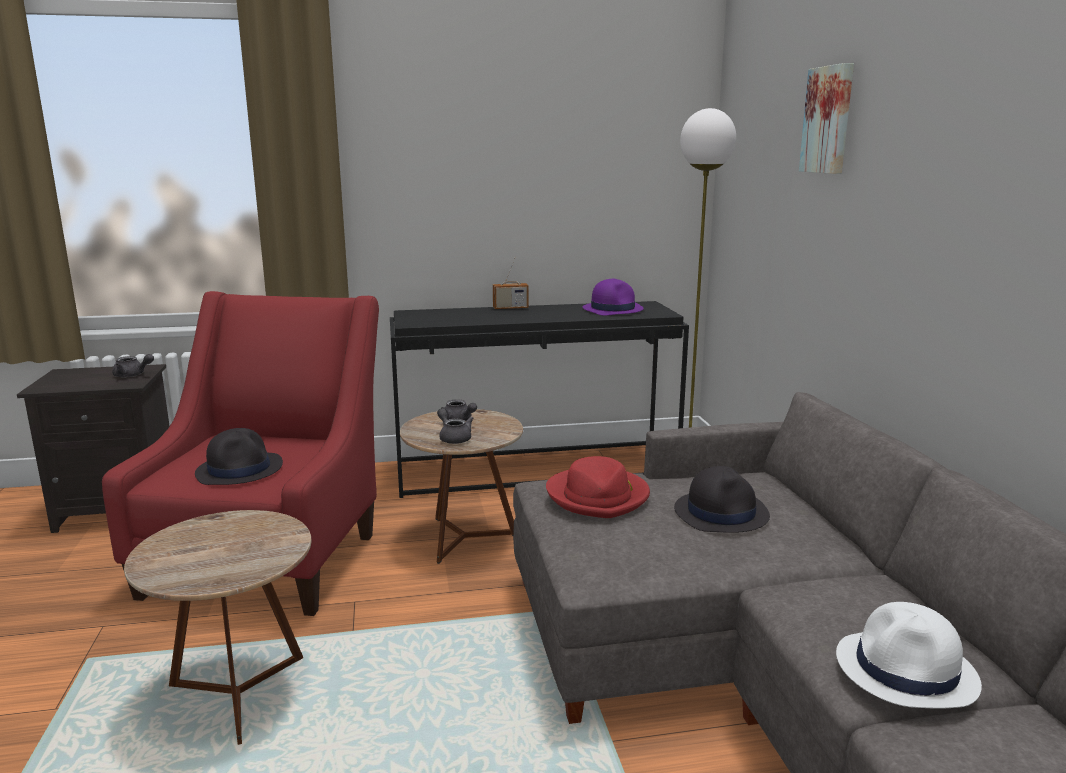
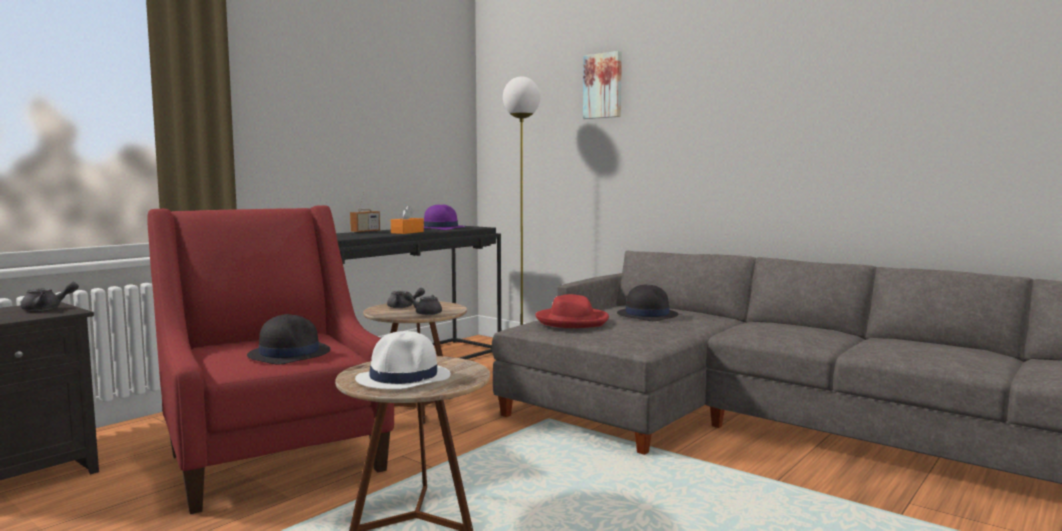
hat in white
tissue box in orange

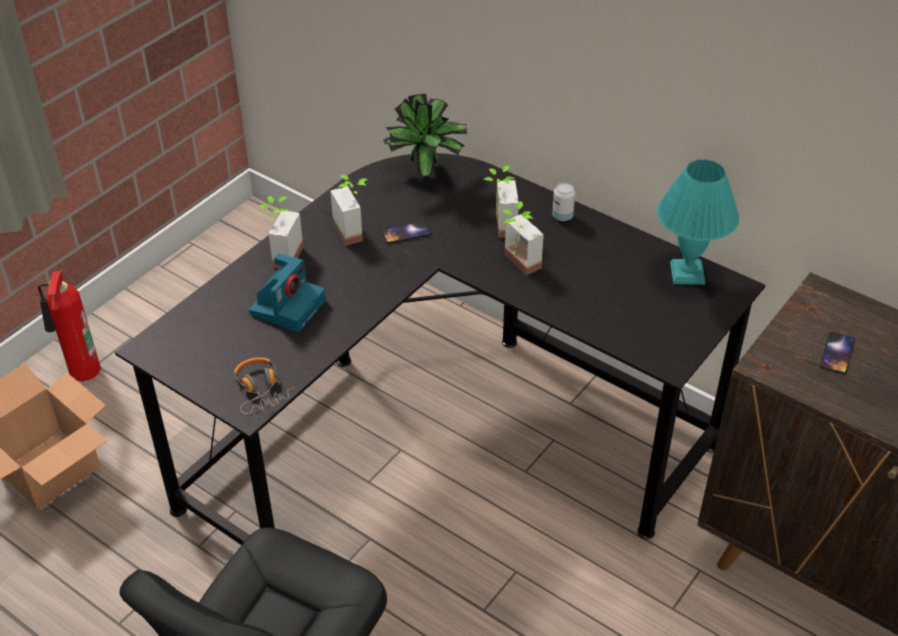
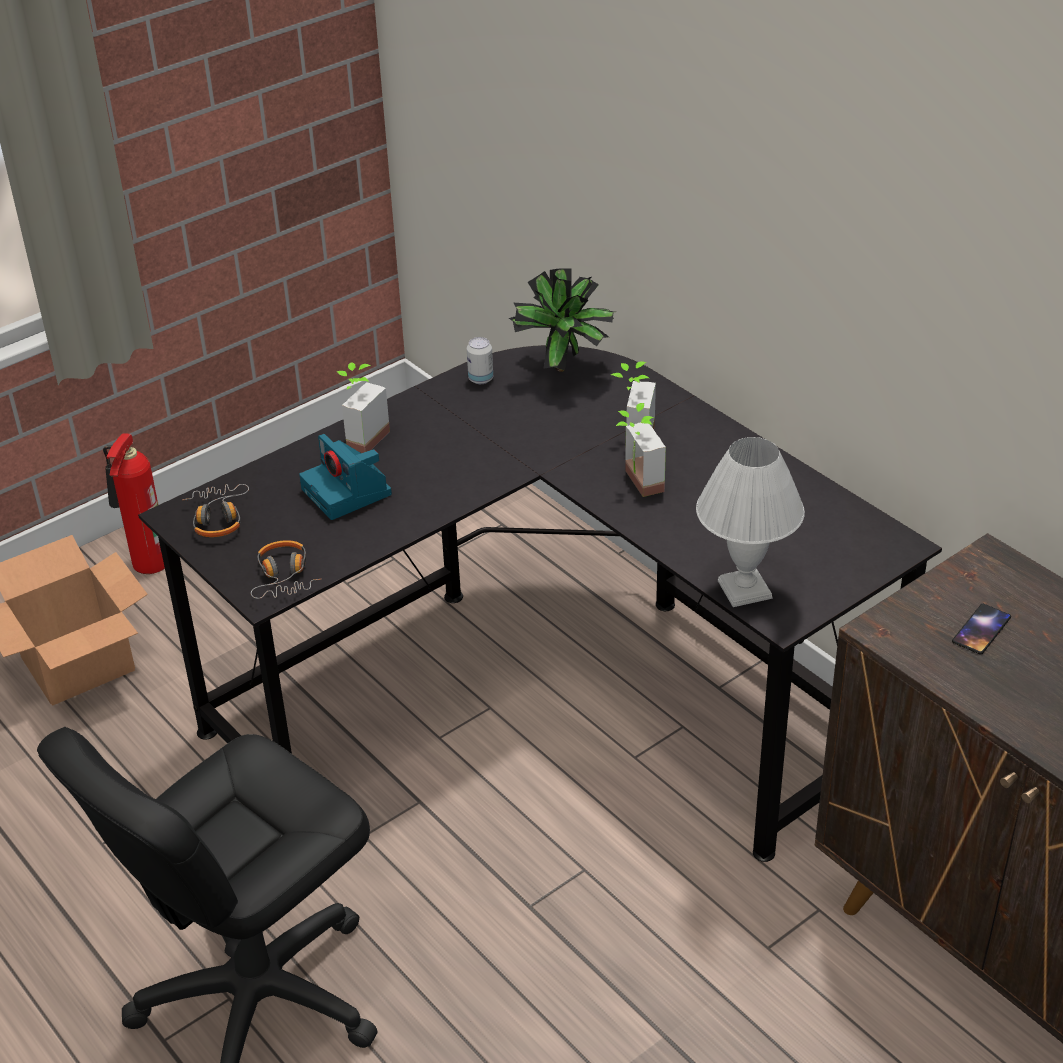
headphones (1st from left)
photo camera
can
table lamp in white
potted plant (2nd from left in the first image)
phone (1st from left in the first image)
table lamp in turquoise

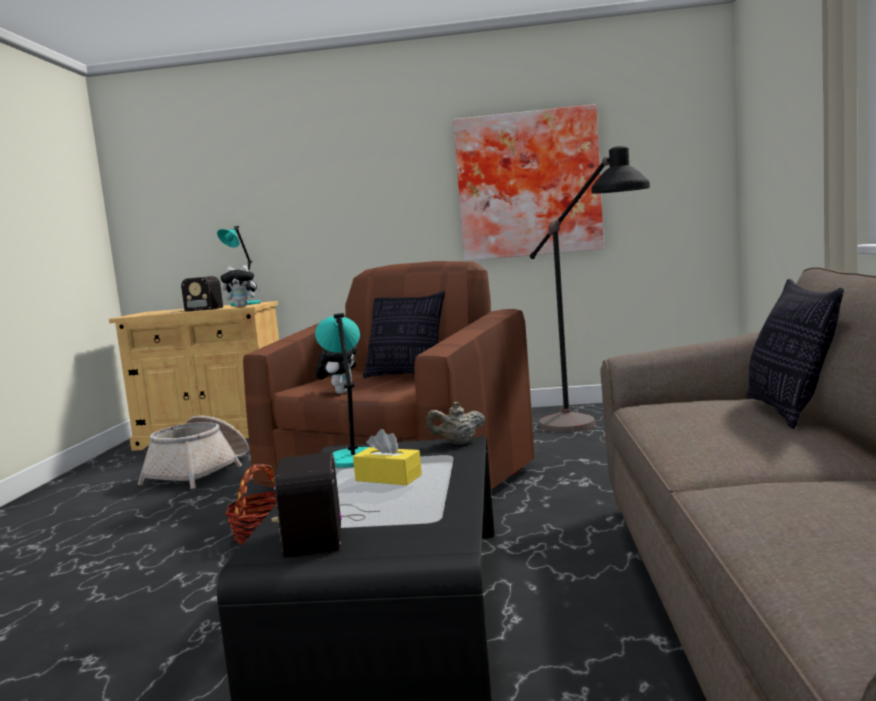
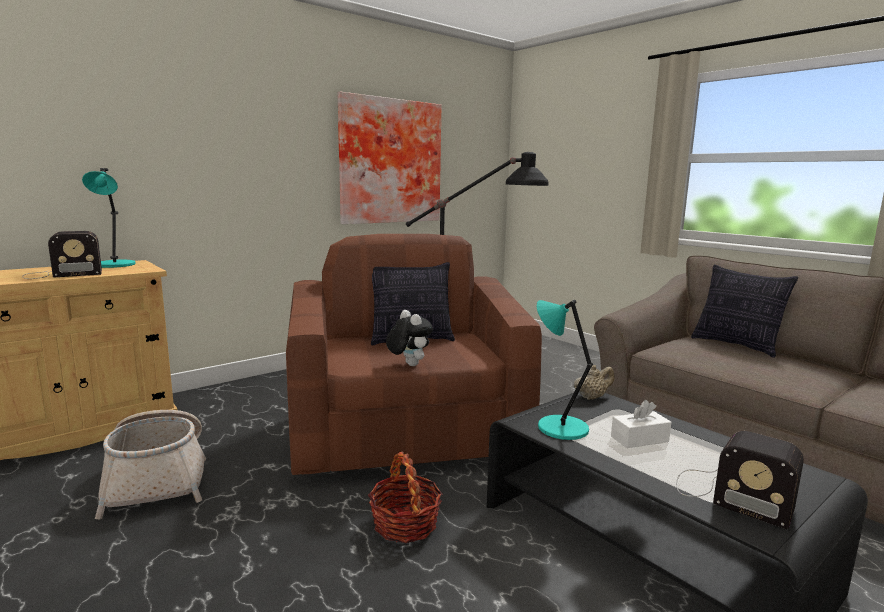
teapot in beige
tissue box in white
plush toy (1st from left in the first image)

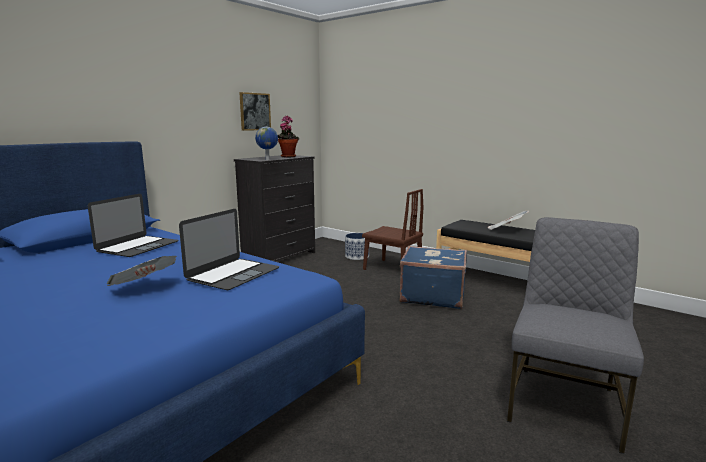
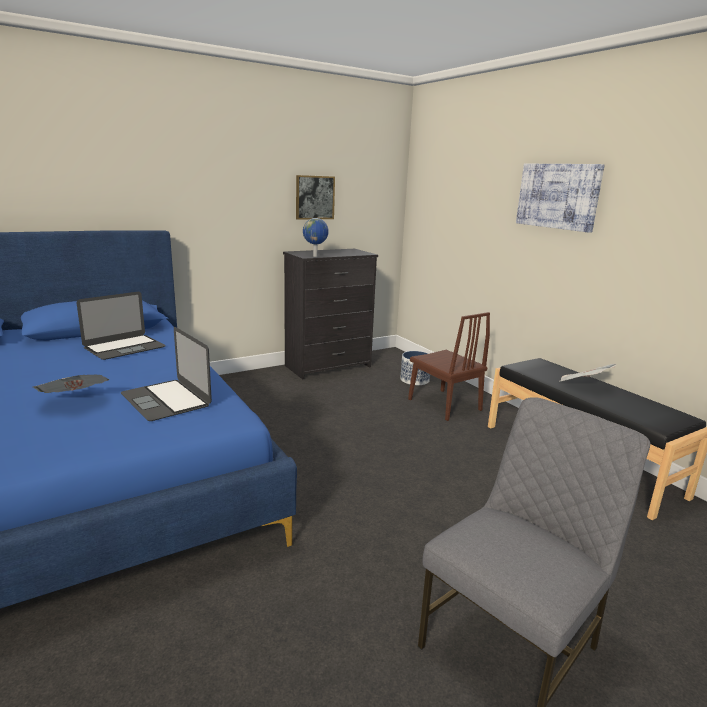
laptop (2nd from left)
picture (2nd from left)
potted plant
suitcase in blue

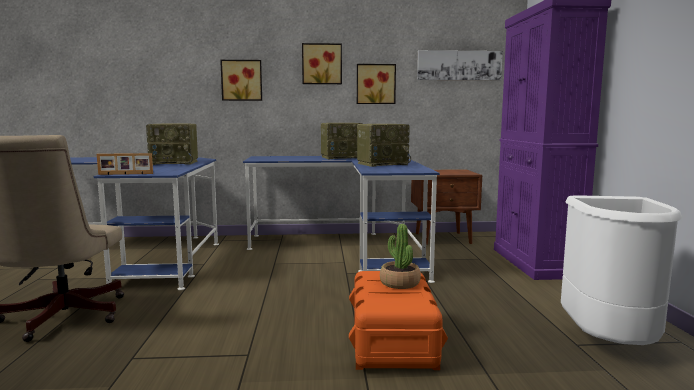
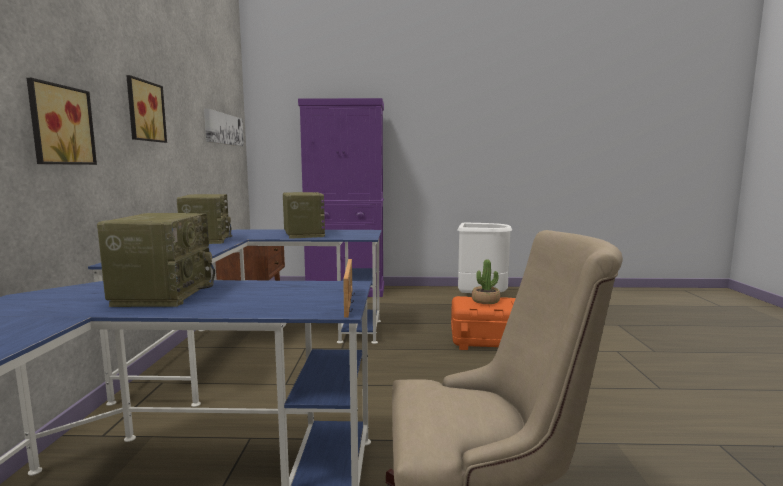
picture (3rd from left in the first image)

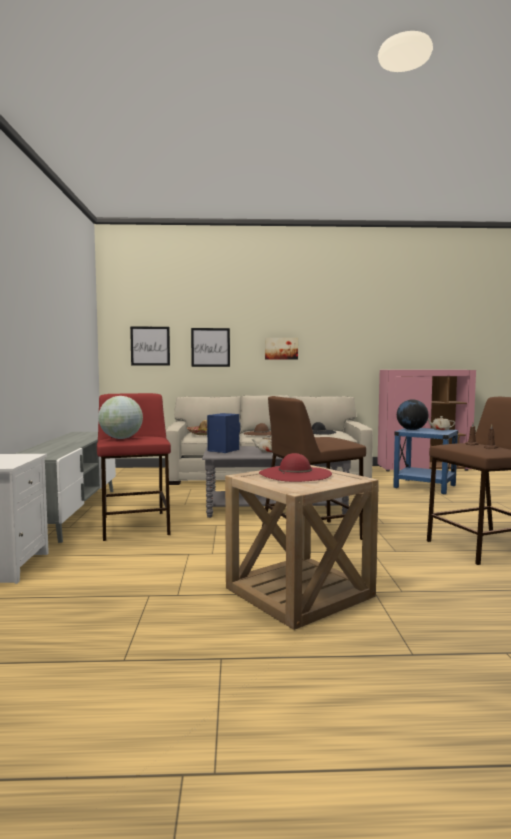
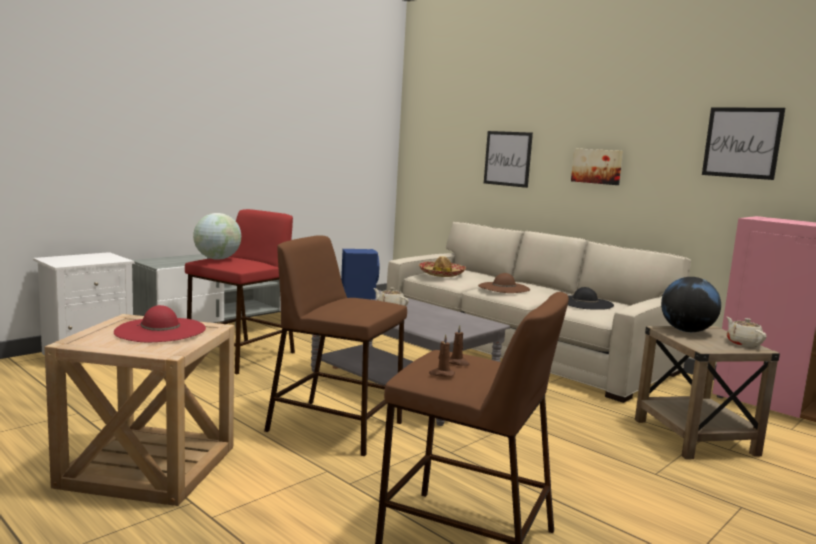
side table in beige (2nd from left)
picture (3rd from left)

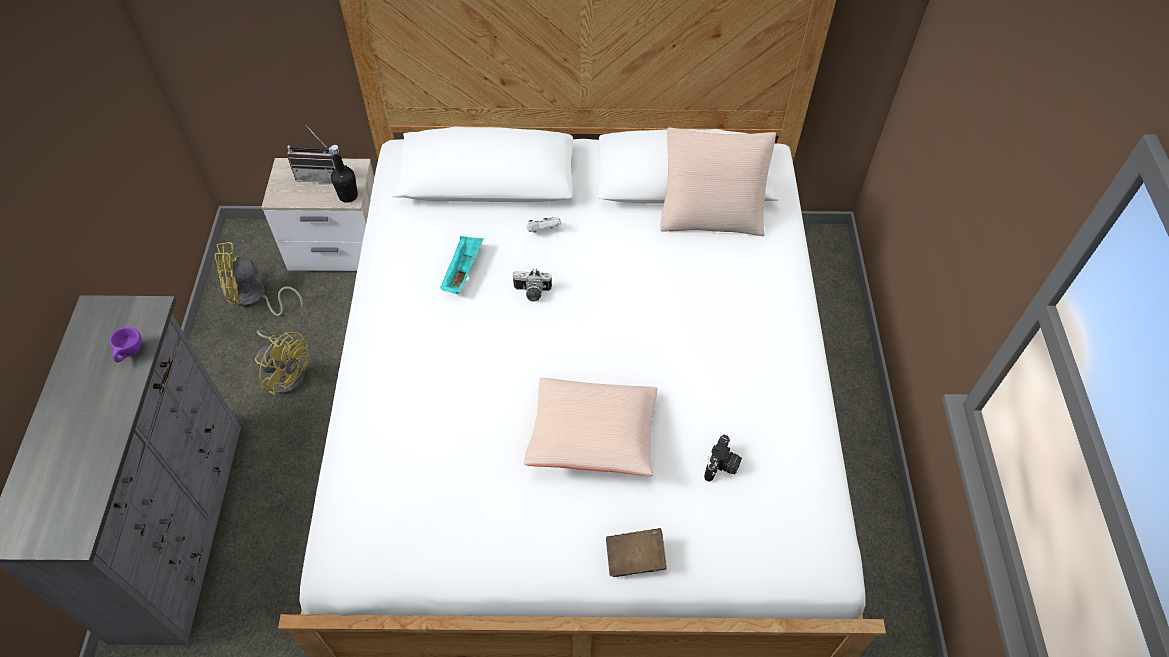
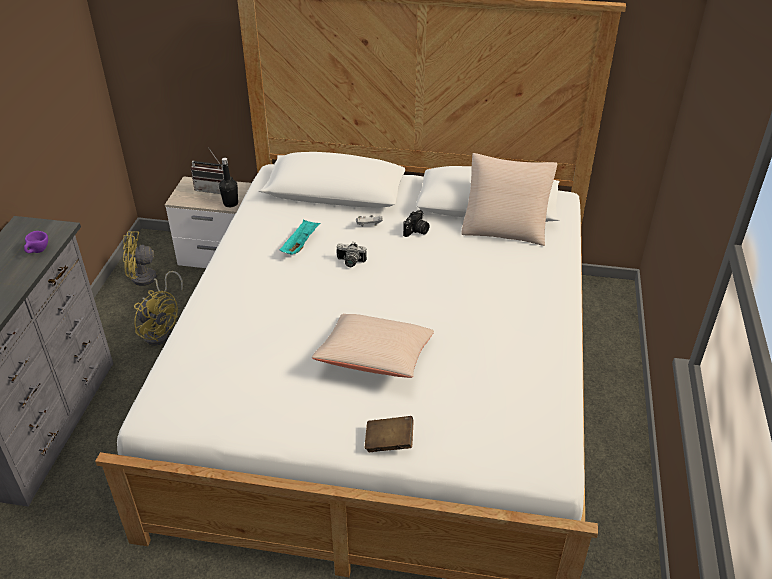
photo camera (2nd from left)

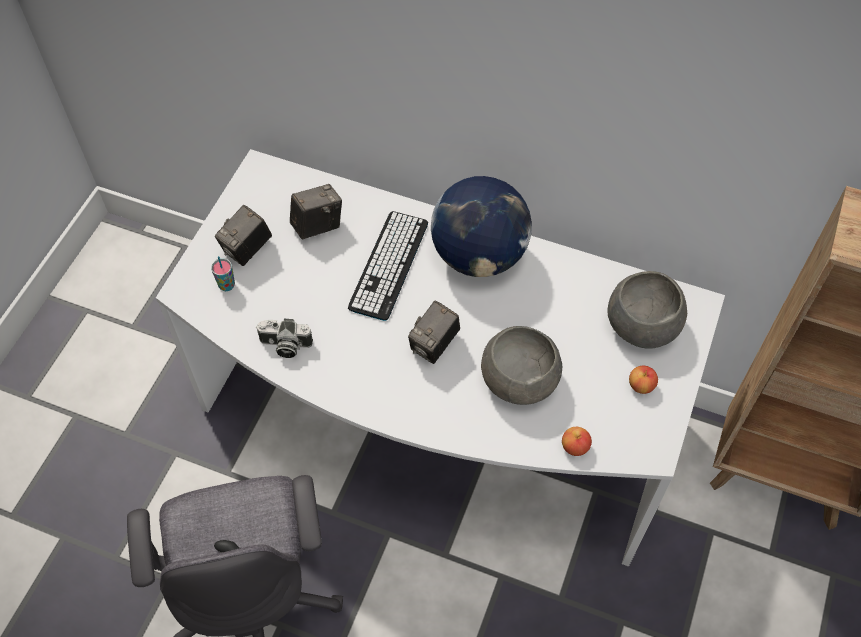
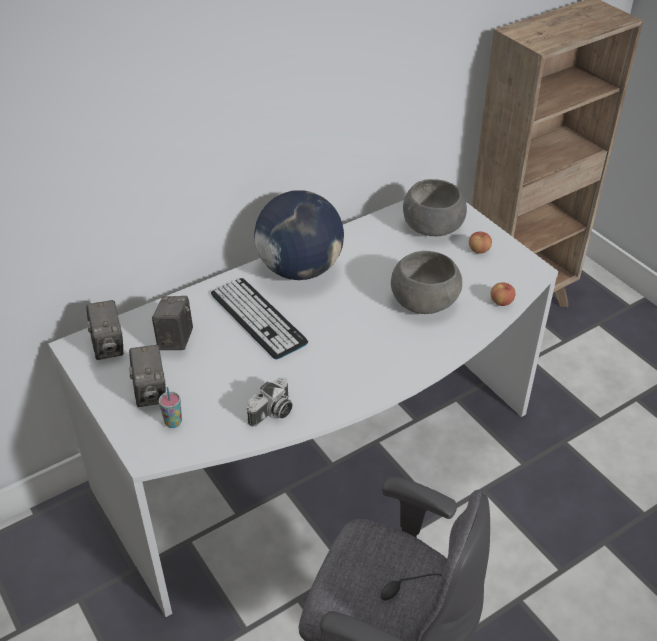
photo camera (1st from left)

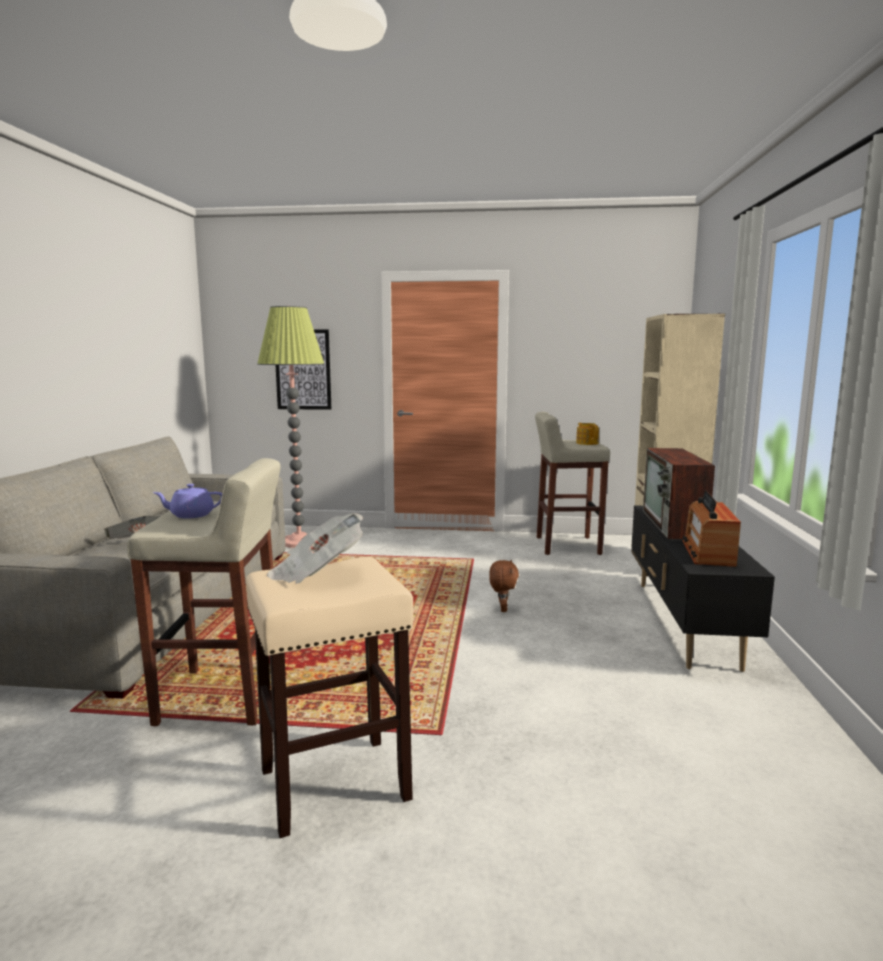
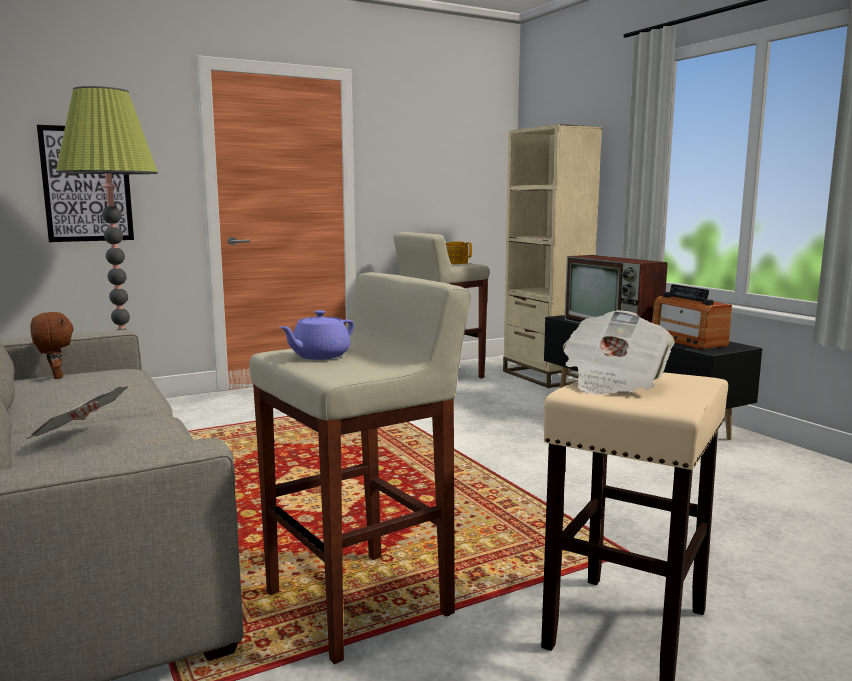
plush toy in brown

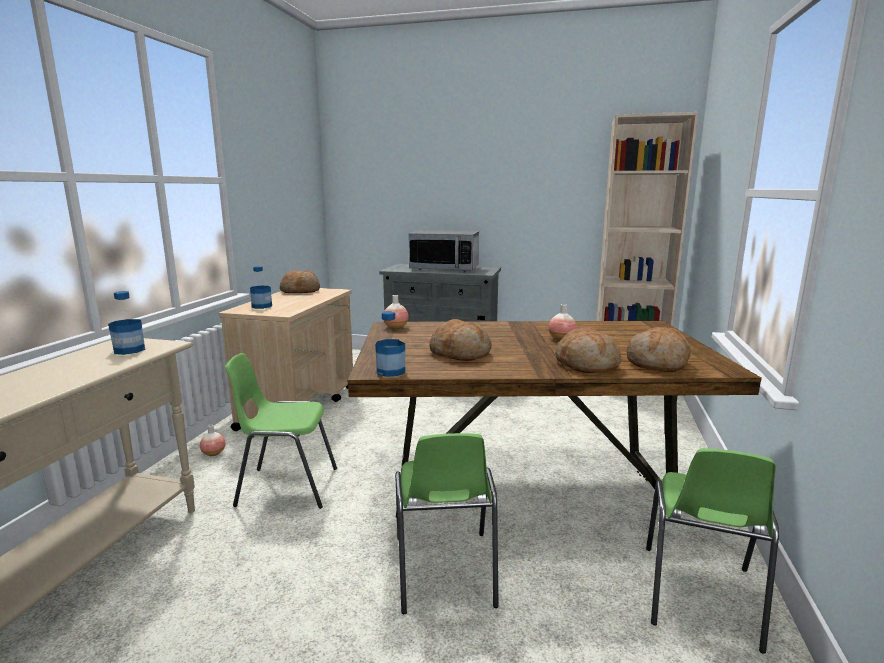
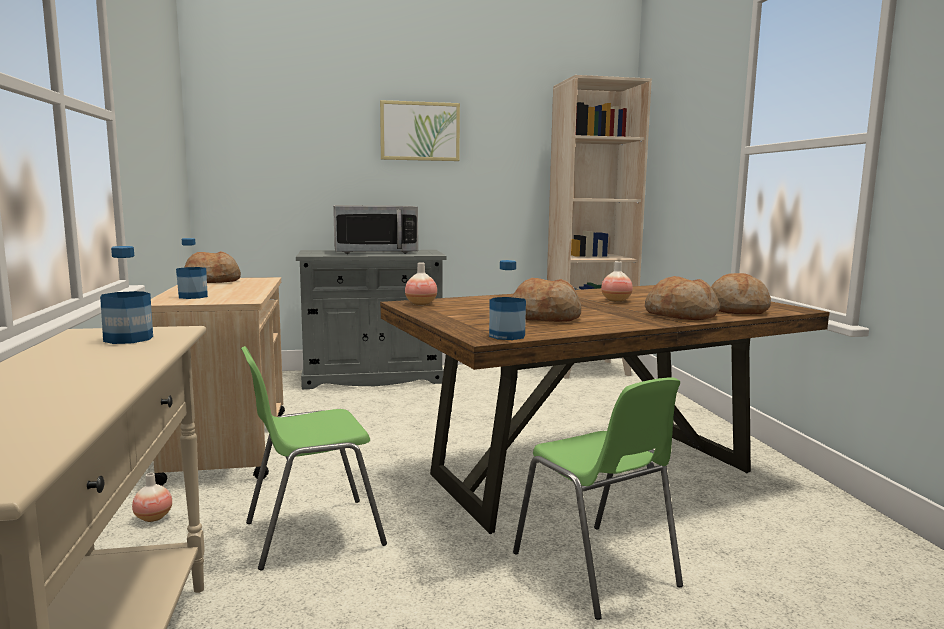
picture
chair in green (3rd from left in the first image)

